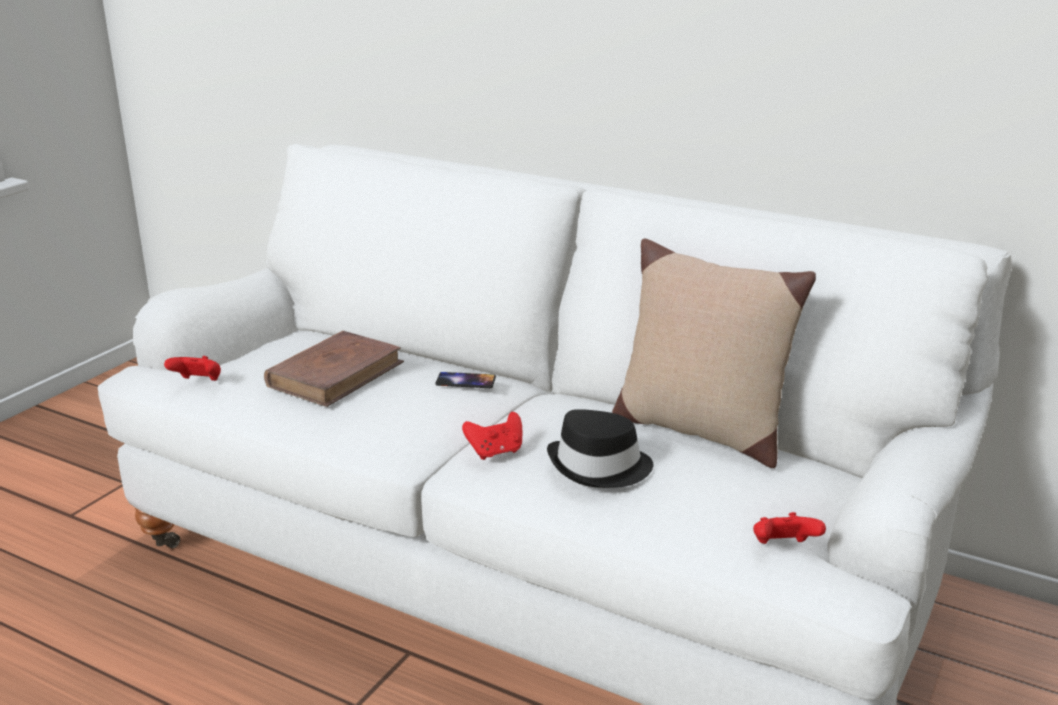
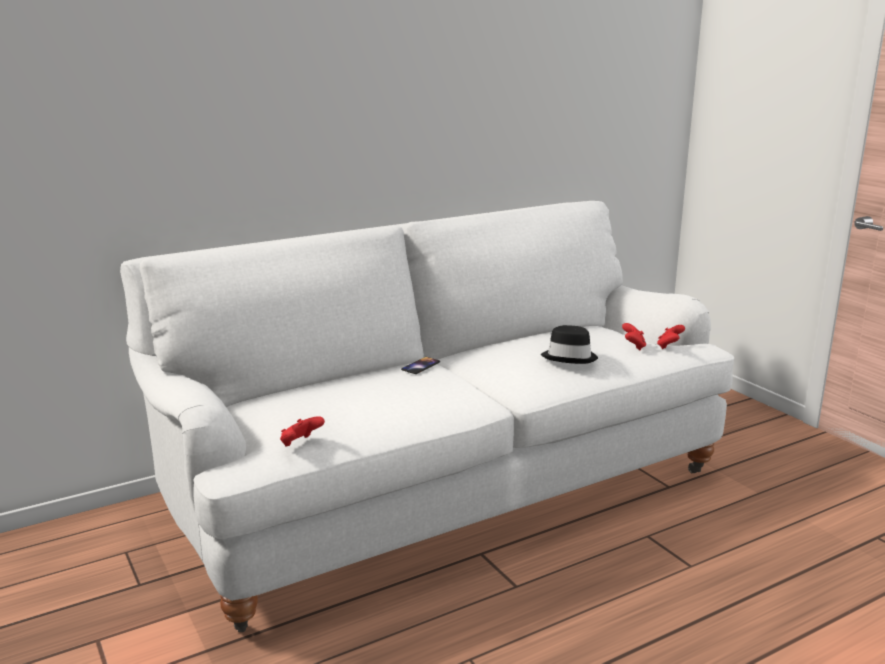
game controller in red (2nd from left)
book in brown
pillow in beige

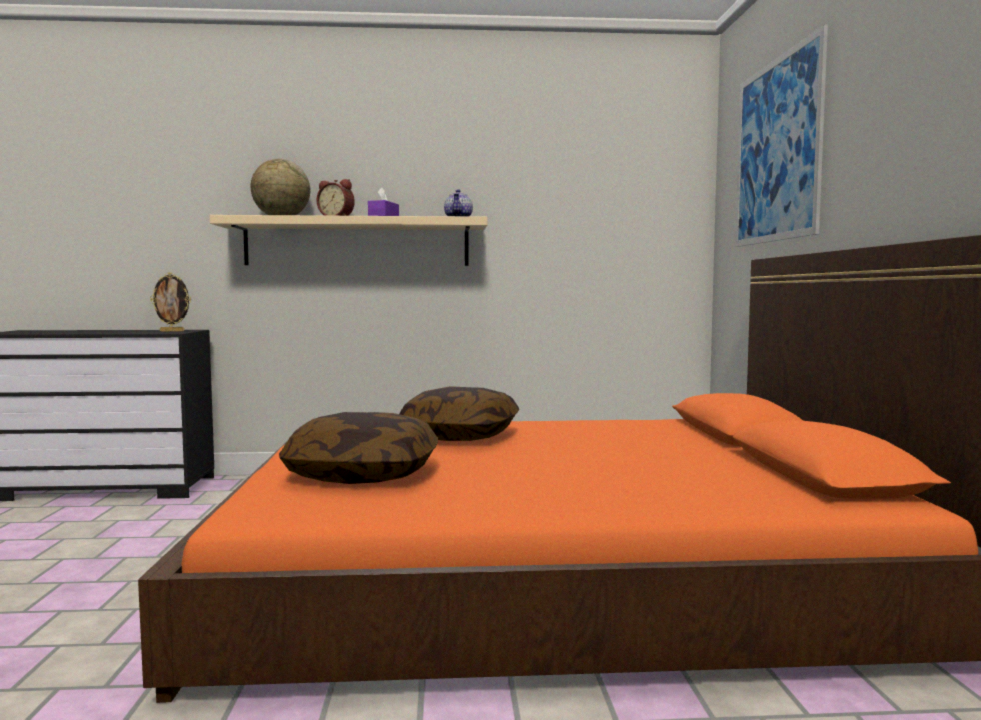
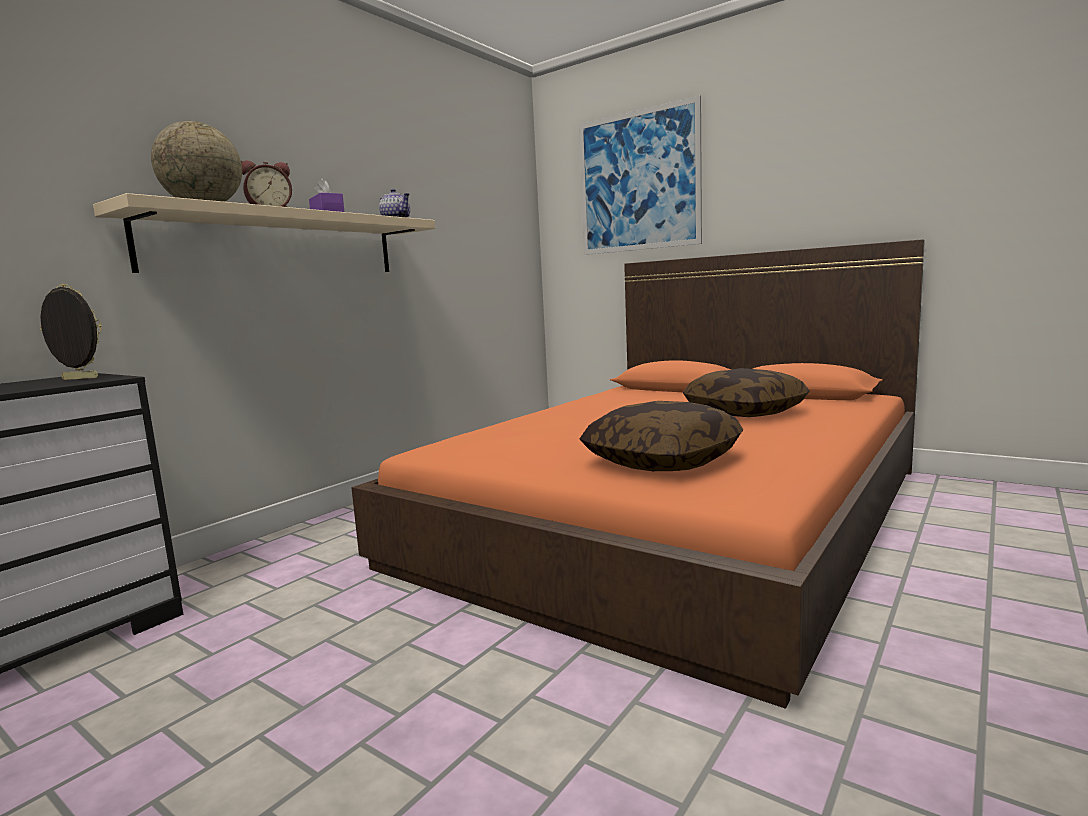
picture frame
pillow (2nd from left)

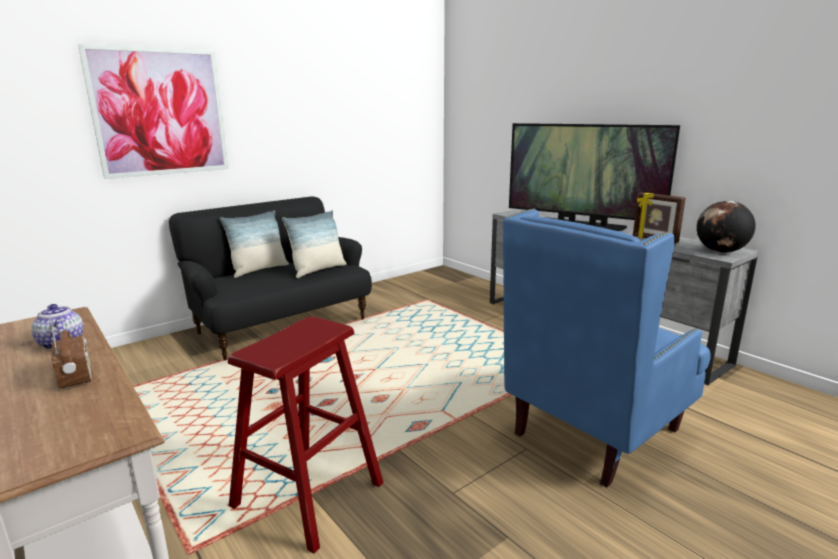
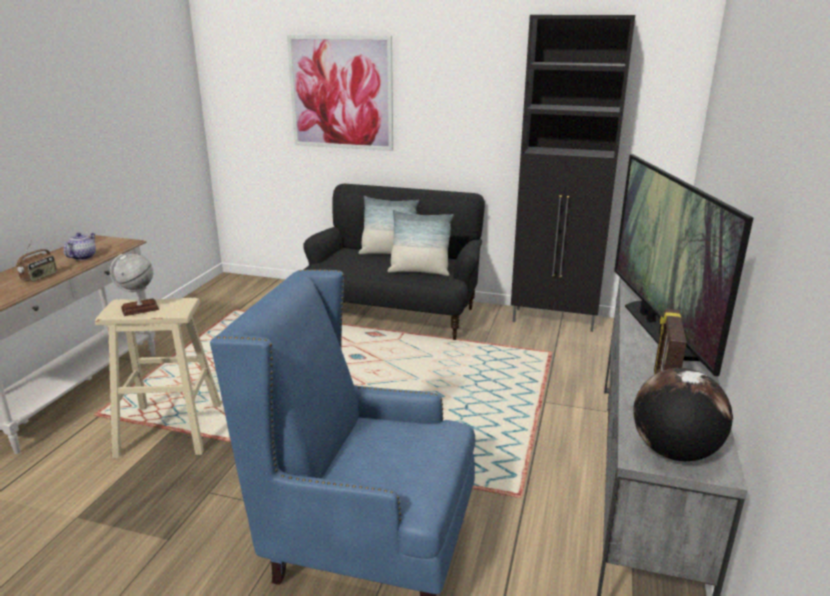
stool in beige
globe (1st from left)
cabinet in black

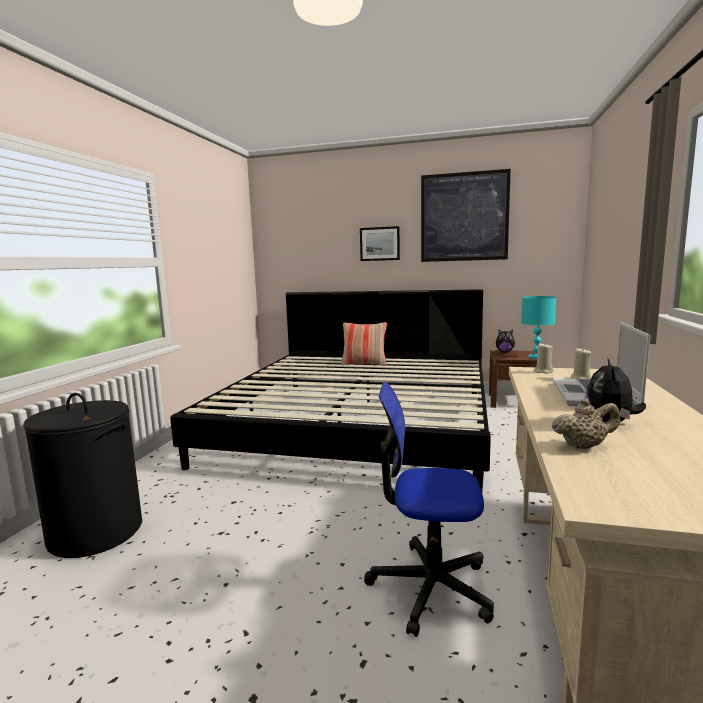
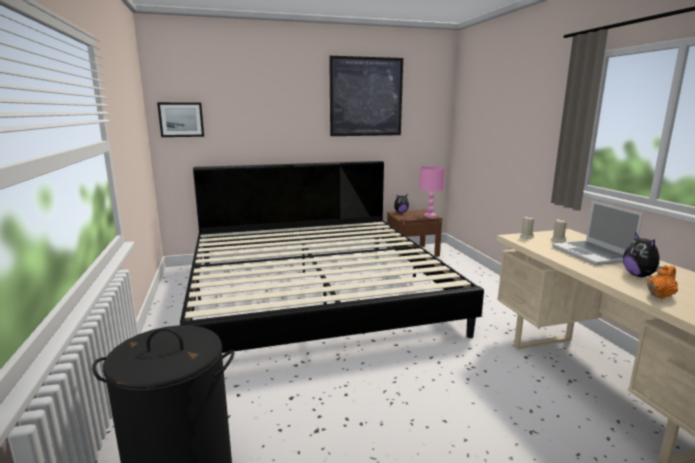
picture (1st from left)
table lamp in pink
teapot in orange
pillow
office chair

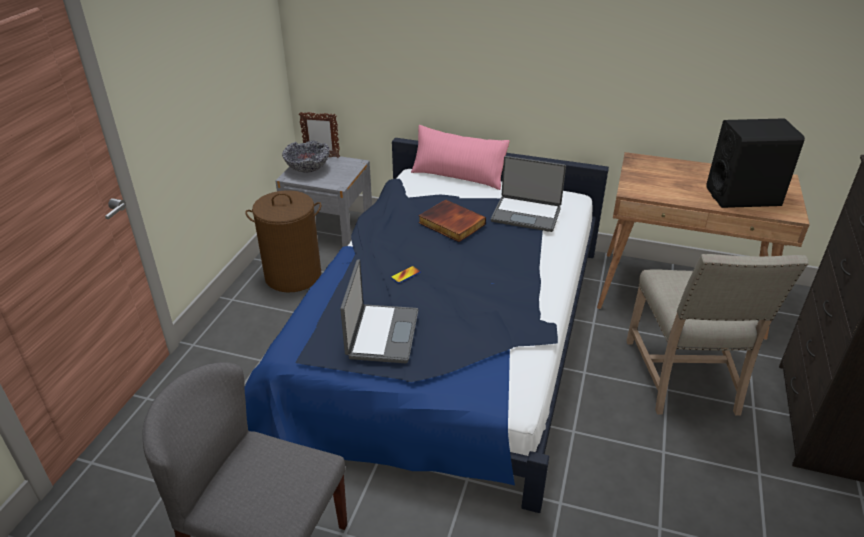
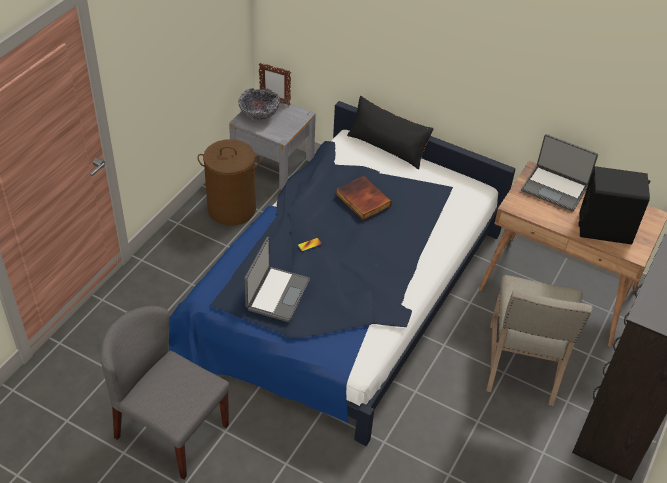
pillow in black
laptop (2nd from left)

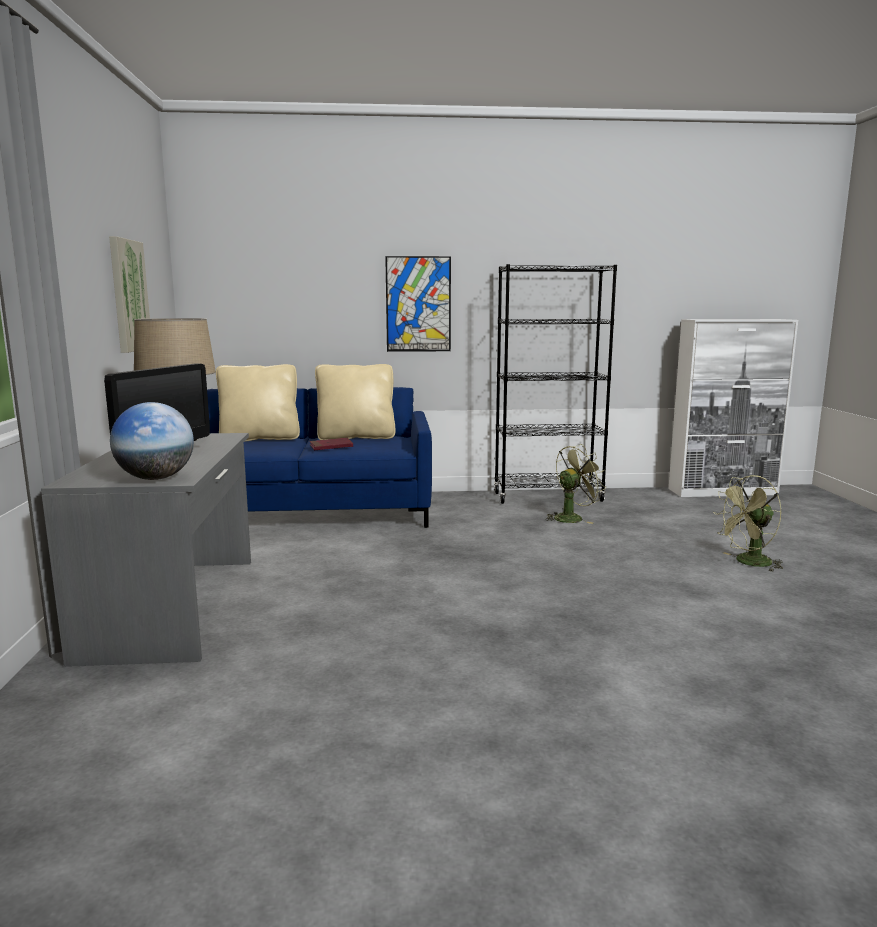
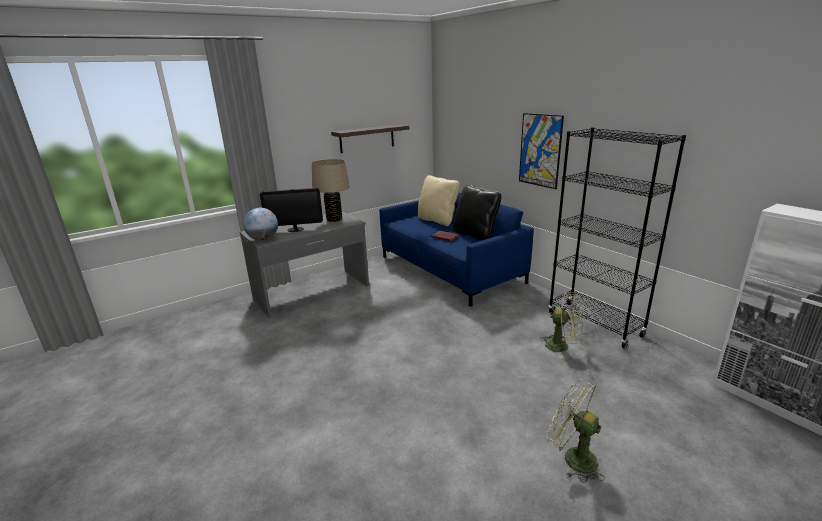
shelf
pillow in black

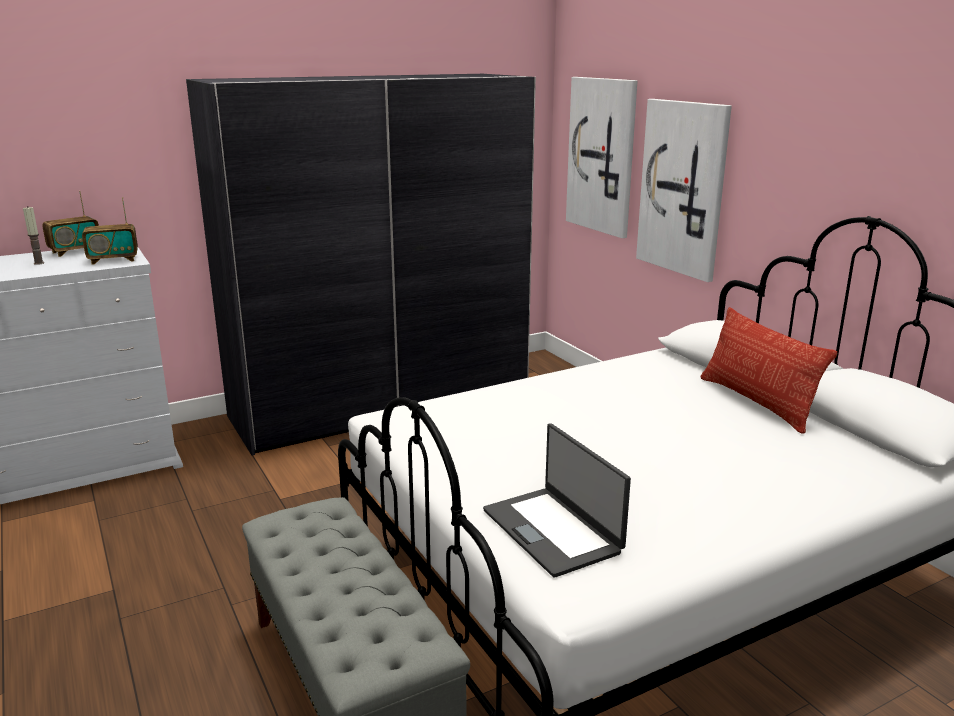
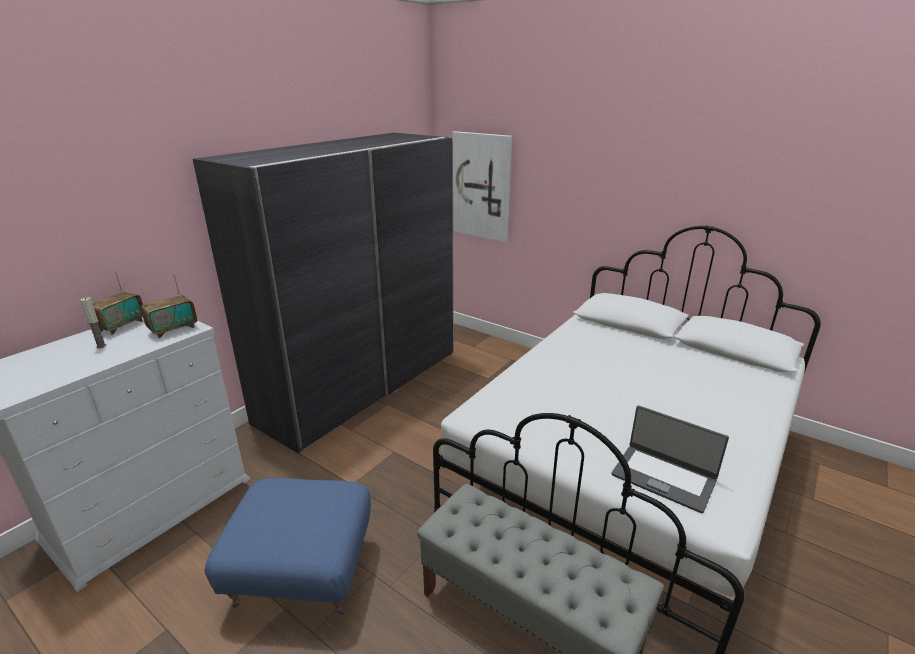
ottoman in blue
picture (2nd from left in the first image)
pillow

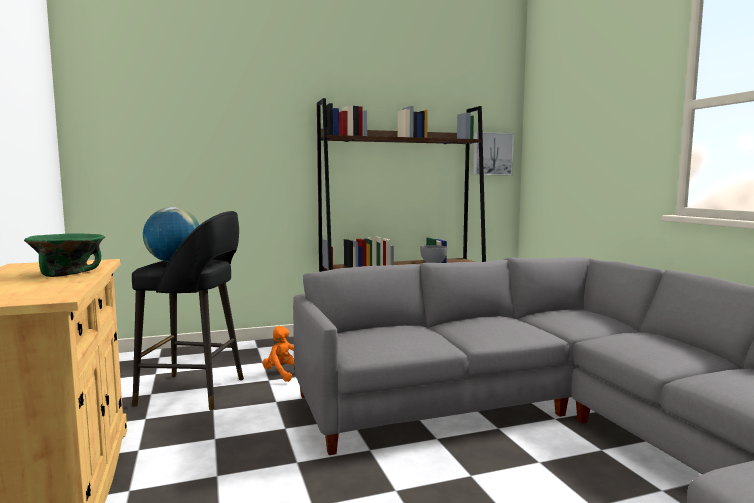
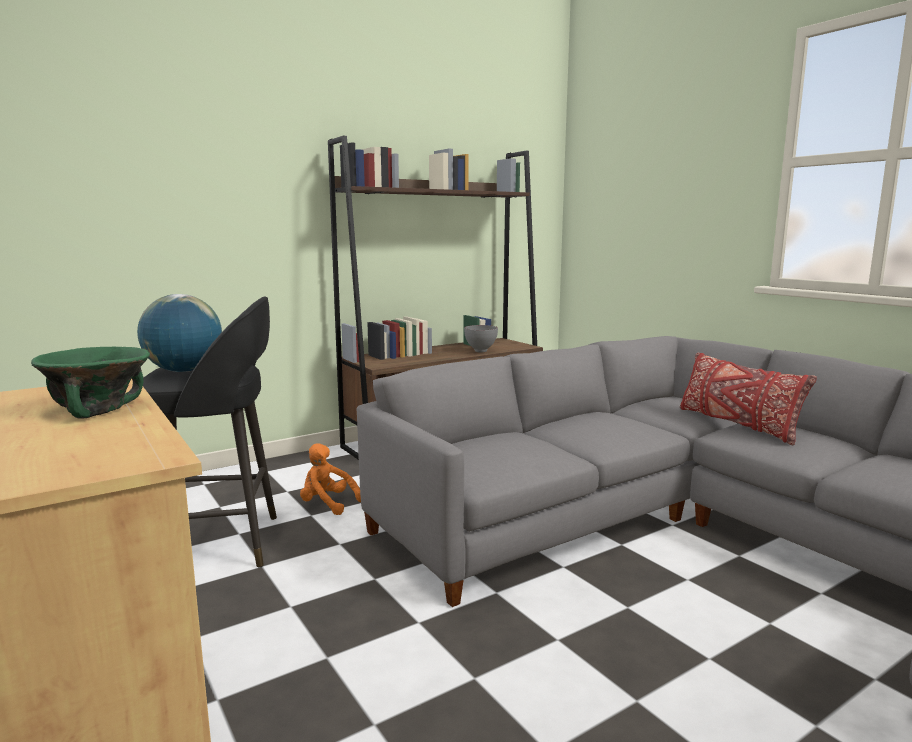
pillow in red
picture

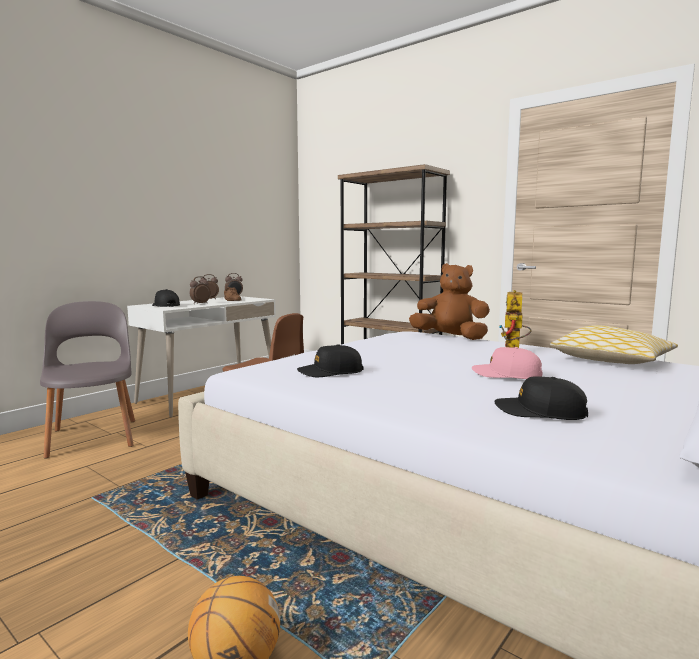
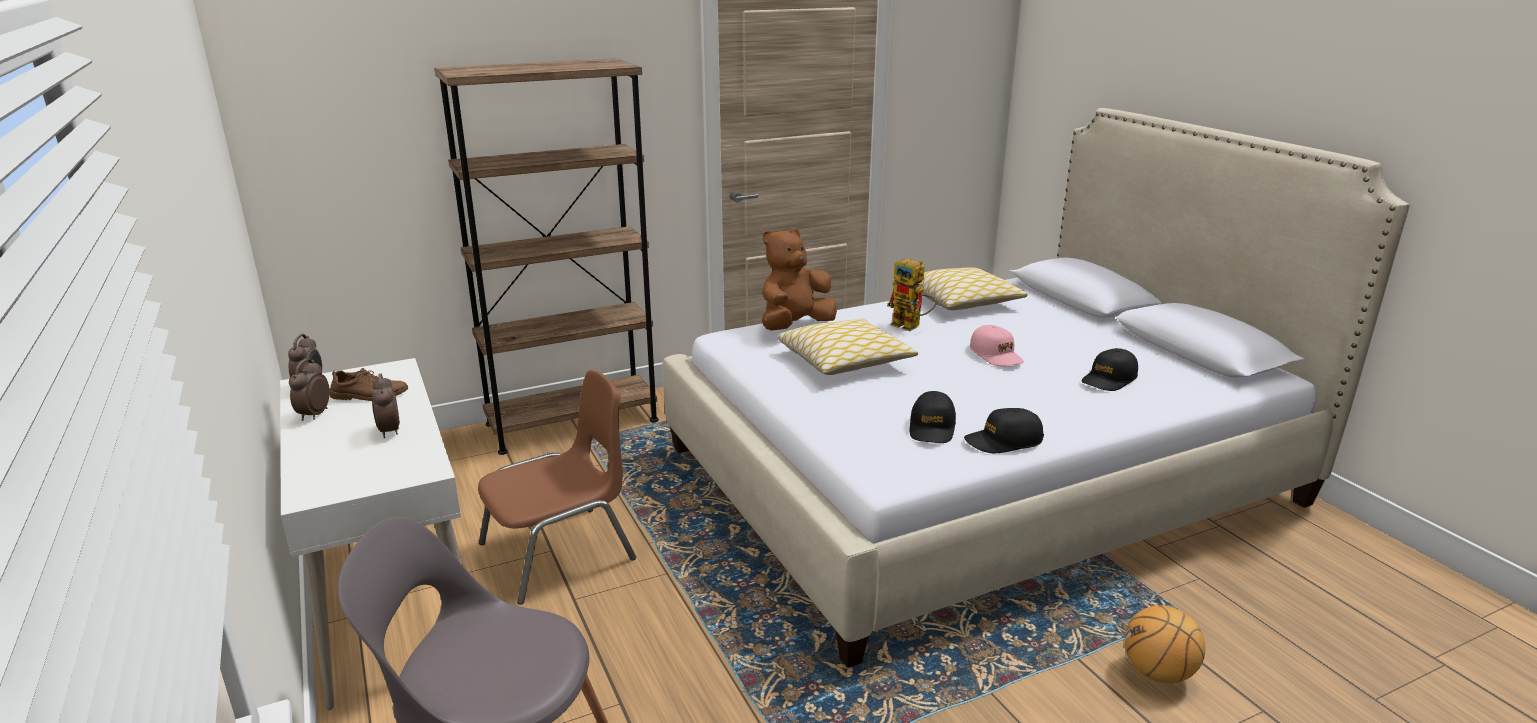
pillow (1st from left)
cap in black (2nd from left)
cap in pink

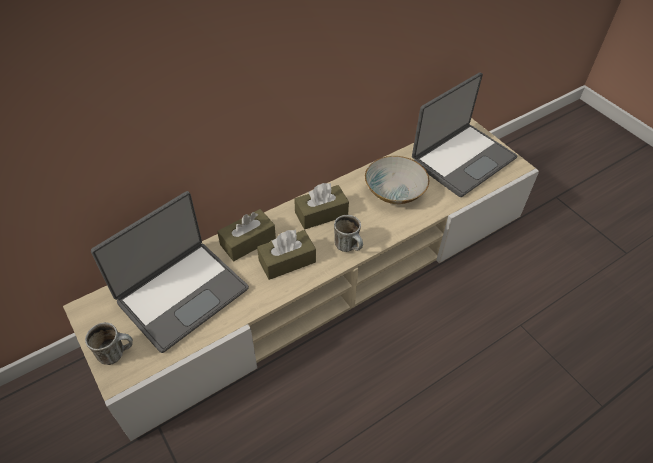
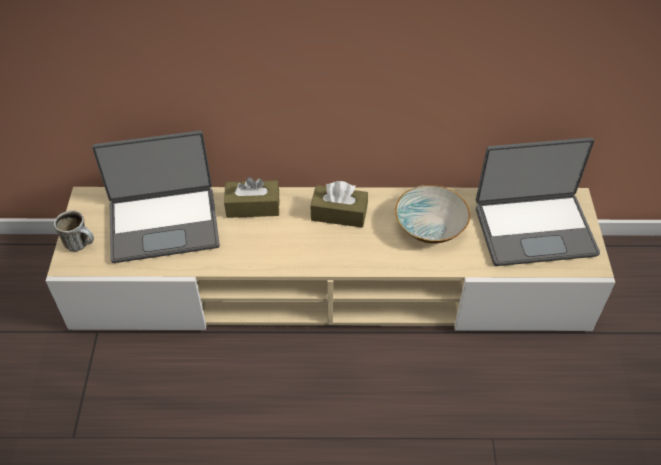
tissue box in brown (2nd from left in the first image)
mug (2nd from left in the first image)

